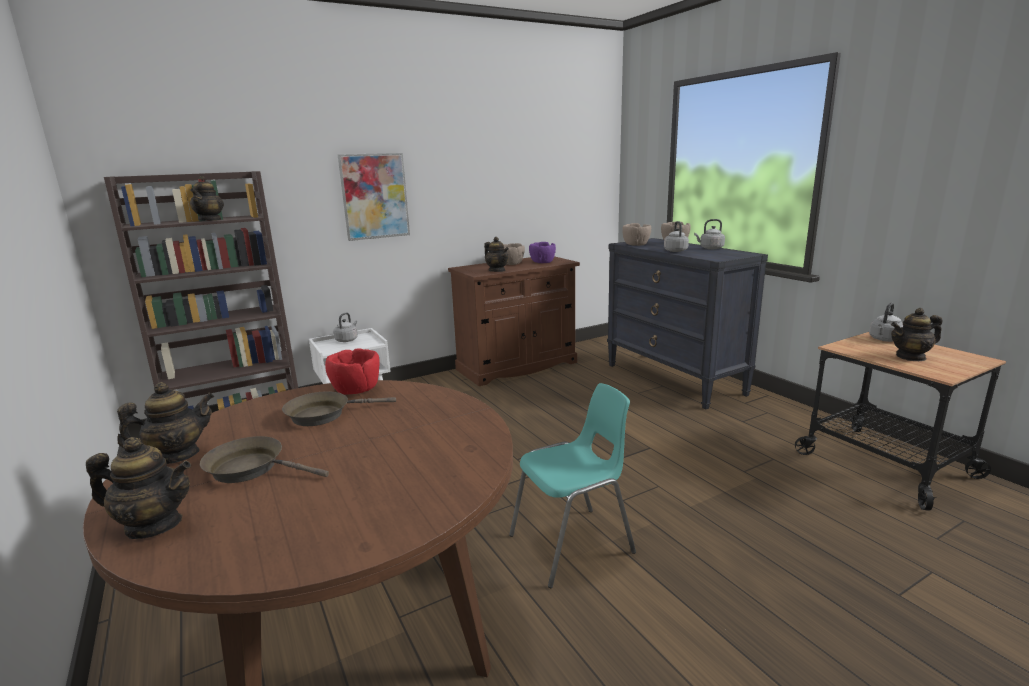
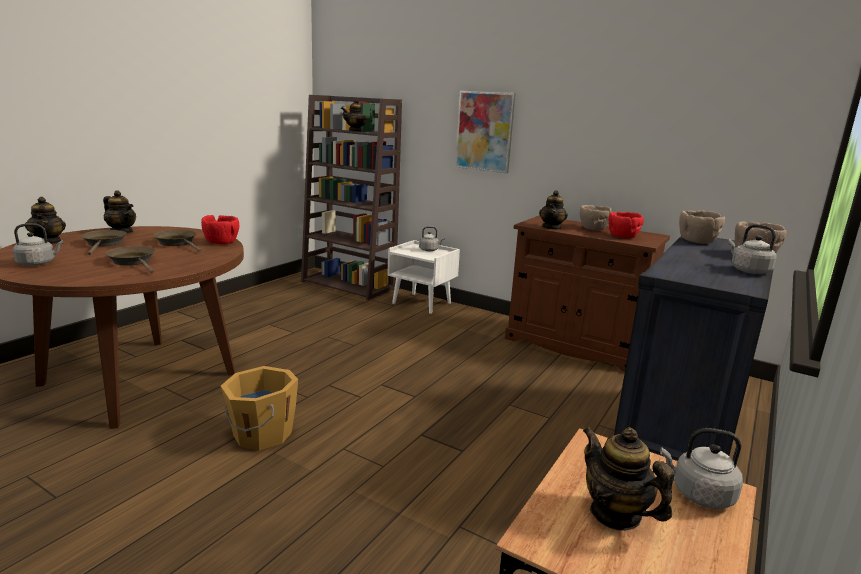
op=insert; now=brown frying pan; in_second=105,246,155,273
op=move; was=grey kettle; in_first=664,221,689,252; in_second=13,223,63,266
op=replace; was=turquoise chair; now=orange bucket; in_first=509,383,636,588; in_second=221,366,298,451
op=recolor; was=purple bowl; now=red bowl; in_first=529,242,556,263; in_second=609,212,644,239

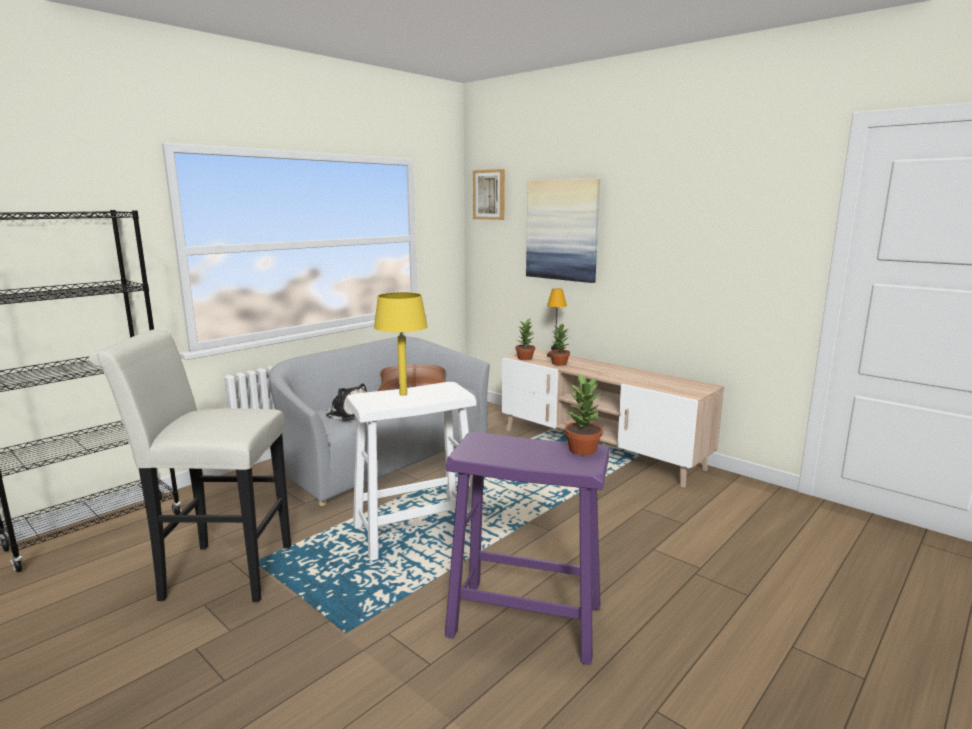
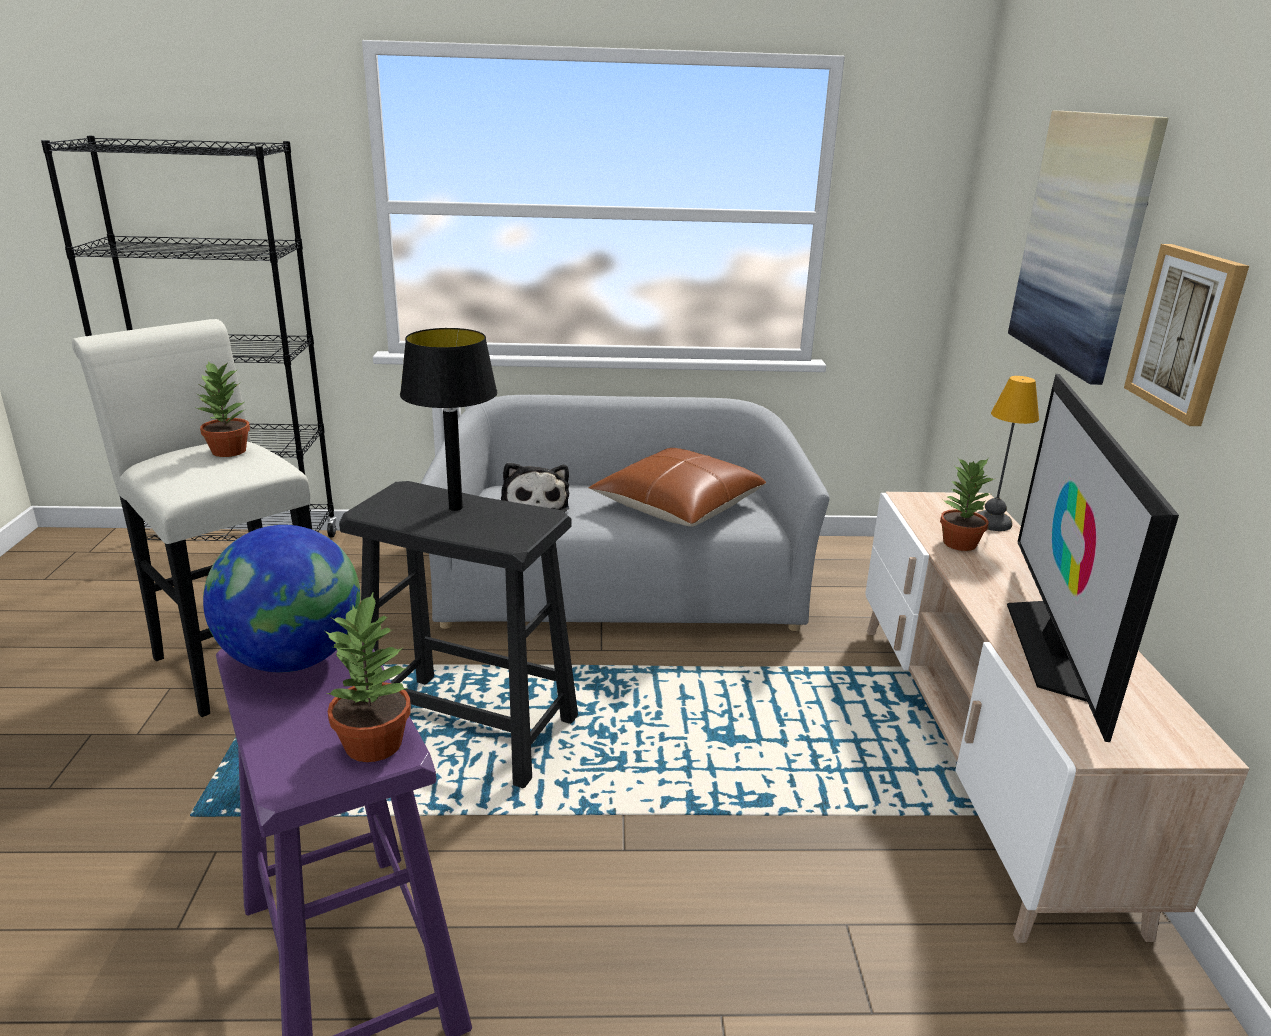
op=insert; now=globe; in_second=203,525,361,672
op=insert; now=television; in_second=1007,374,1179,742
op=move; was=picture; in_first=473,169,505,220; in_second=1124,244,1249,426
op=move; was=potted plant; in_first=516,318,535,360; in_second=197,361,250,457
op=recolor; was=white stool; now=black stool; in_first=346,382,476,561; in_second=339,481,578,788
op=recolor; was=yellow table lamp; now=black table lamp; in_first=374,292,428,396; in_second=400,328,497,511

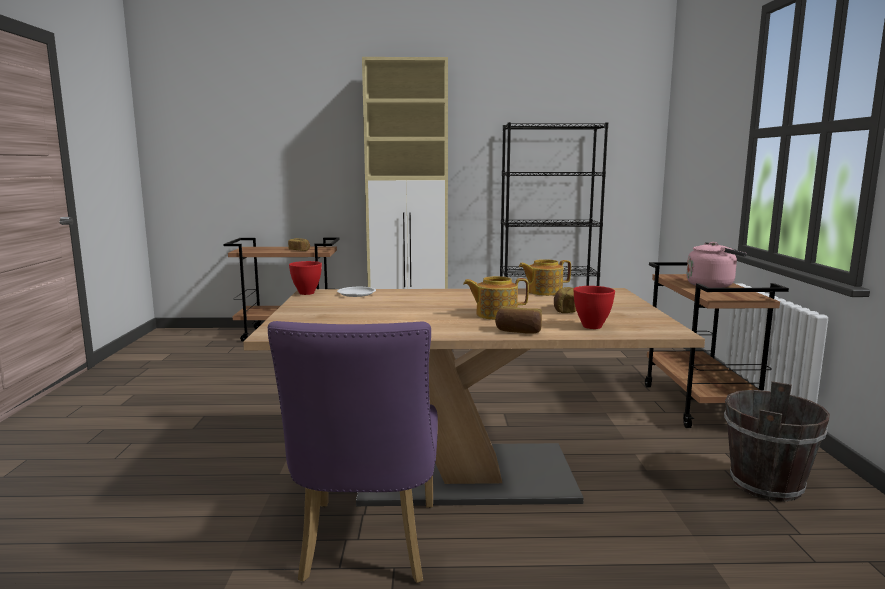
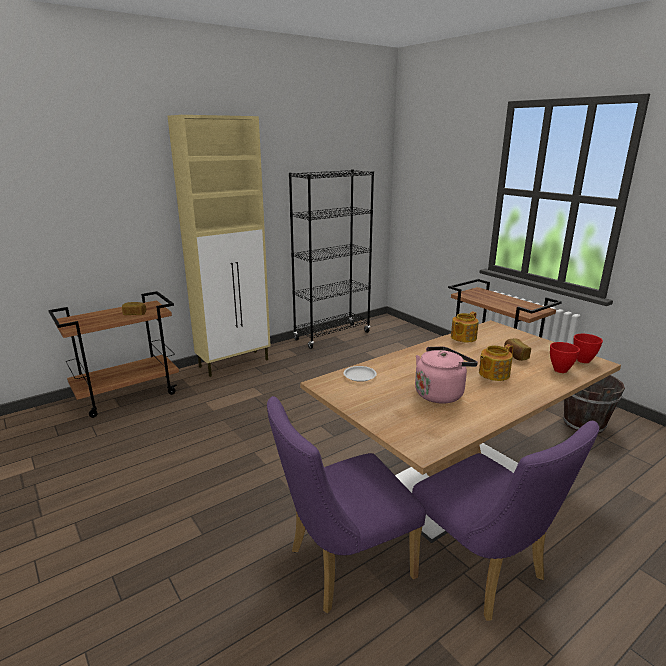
op=delete; was=bread; in_first=495,306,542,334
op=insert; now=purple chair; in_second=267,396,426,613
op=move; was=red bowl; in_first=289,261,322,295; in_second=573,334,603,363
op=move; was=pink kettle; in_first=686,242,747,288; in_second=415,346,478,404

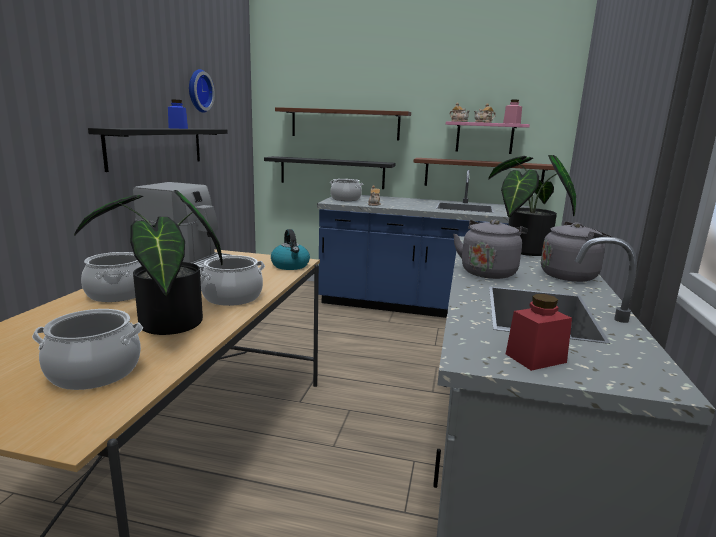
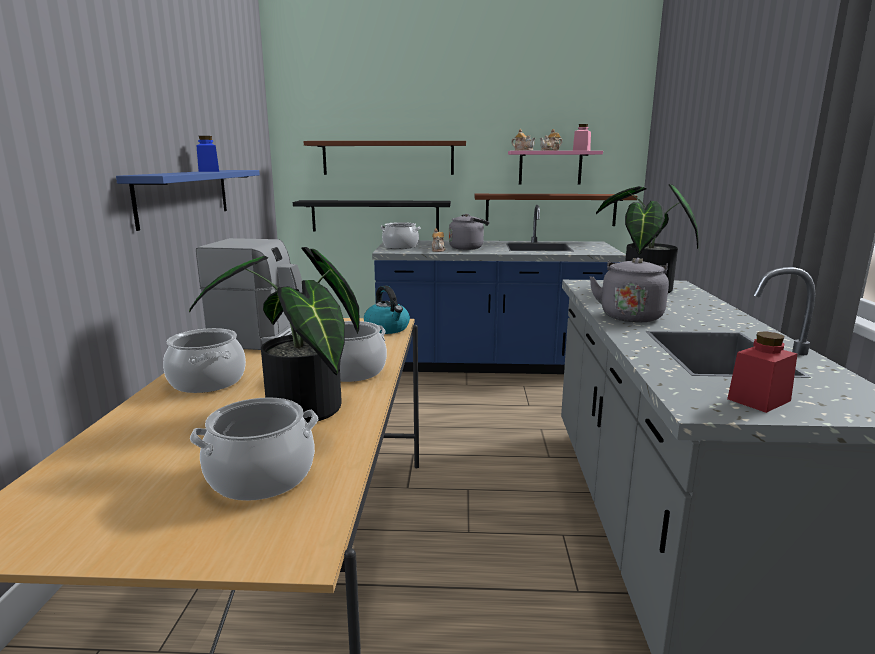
op=delete; was=wall clock; in_first=189,69,215,113
op=move; was=grey kettle; in_first=541,221,612,282; in_second=449,214,489,250
op=recolor; was=black shelf; now=blue shelf; in_first=88,128,228,172; in_second=116,170,260,231

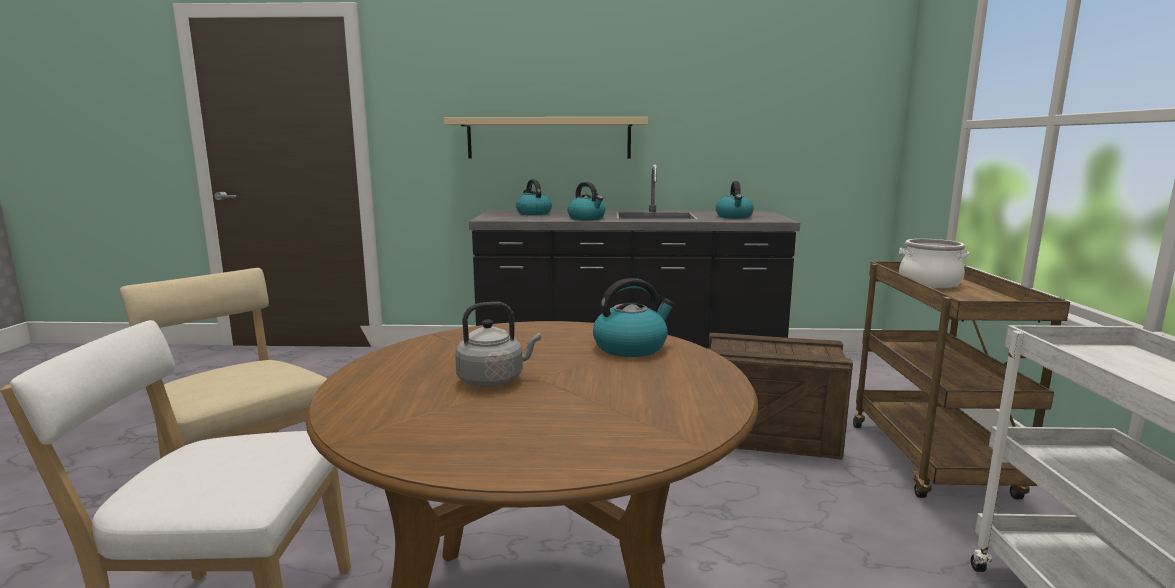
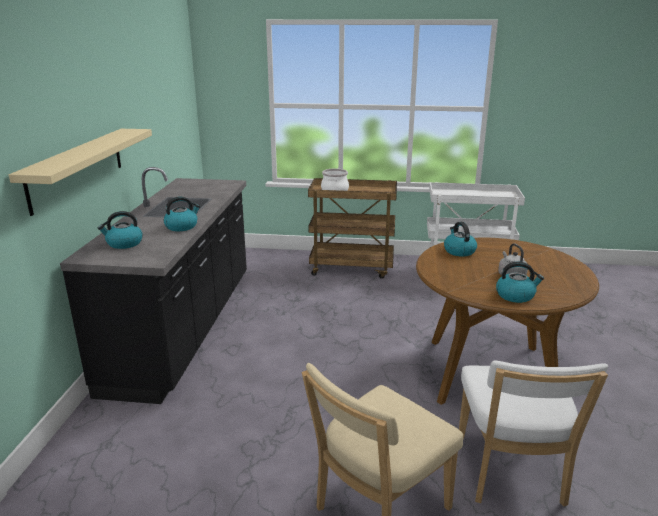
op=delete; was=crate; in_first=708,333,853,460
op=move; was=kettle; in_first=716,181,754,219; in_second=496,262,544,303

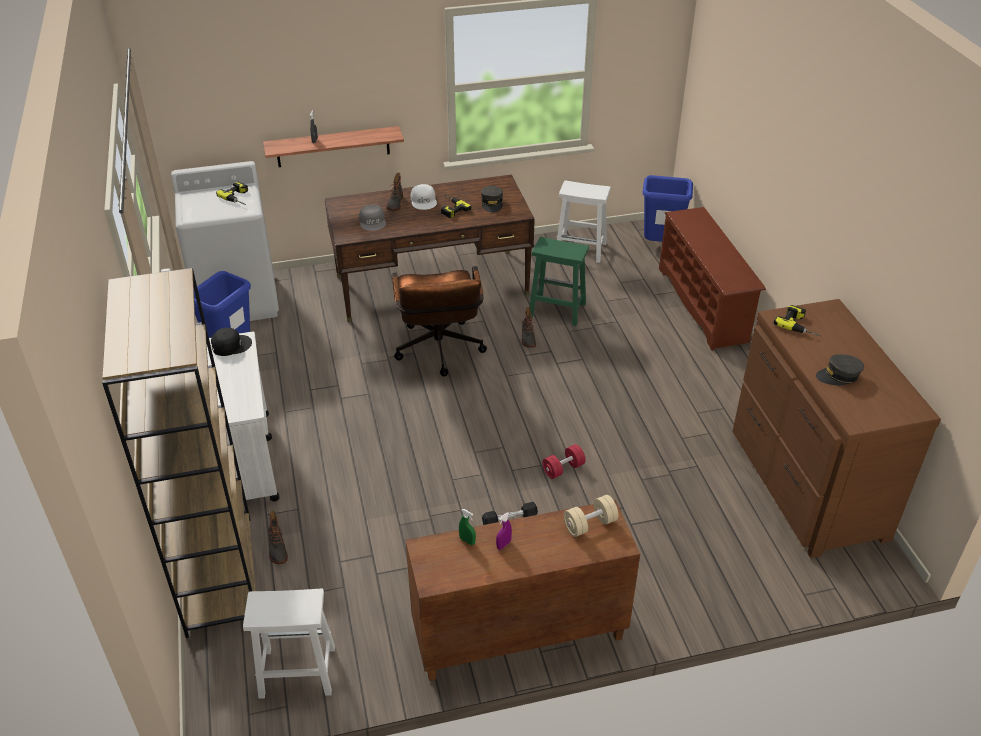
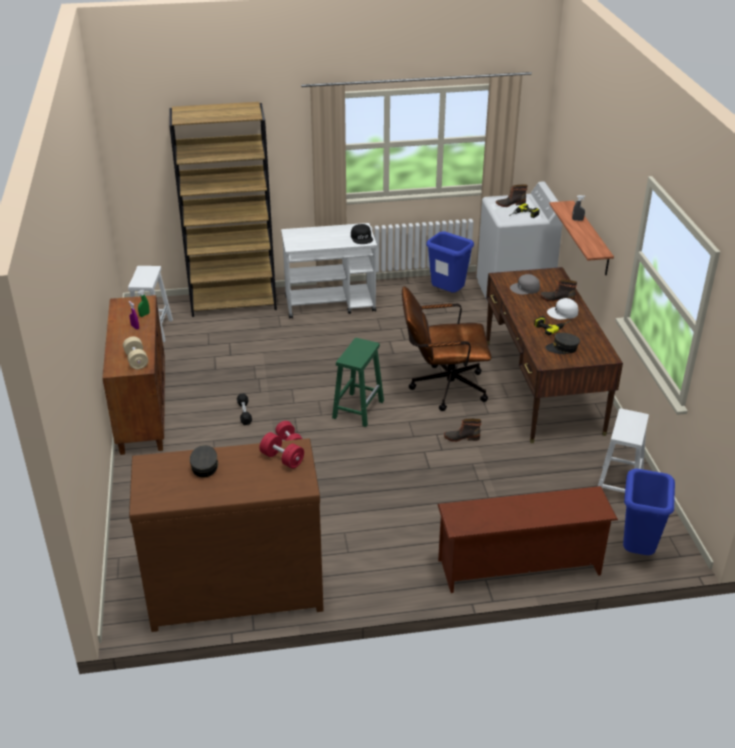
op=move; was=boot; in_first=268,511,288,564; in_second=496,184,528,207
op=move; was=green stool; in_first=529,237,589,326; in_second=332,338,384,427
op=replace; was=power drill; now=red dumbbell; in_first=774,305,821,336; in_second=259,432,304,469

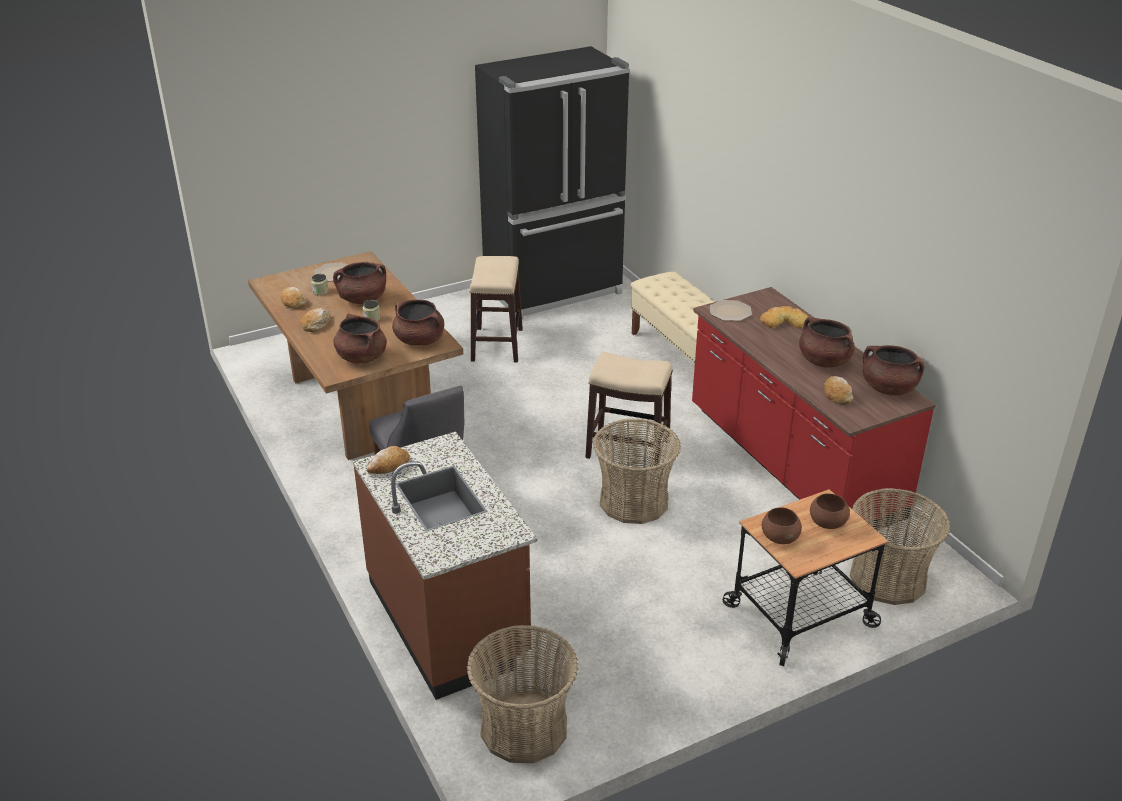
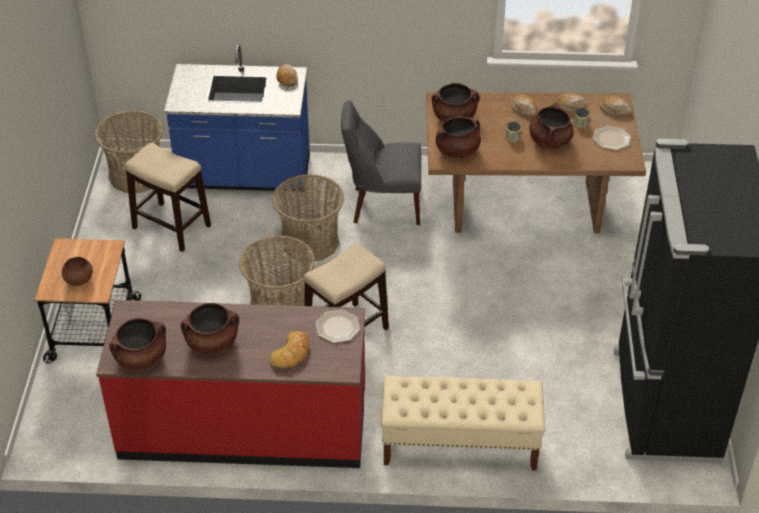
op=delete; was=brown bowl; in_first=762,507,802,544
op=move; was=stool; in_first=470,256,523,362; in_second=125,143,211,252
op=move; was=bread; in_first=824,376,853,405; in_second=600,96,633,115
op=move; was=basket; in_first=850,488,950,605; in_second=272,174,344,262
op=recolor; was=brown counter; now=blue counter; in_first=353,431,537,700; in_second=164,44,310,192

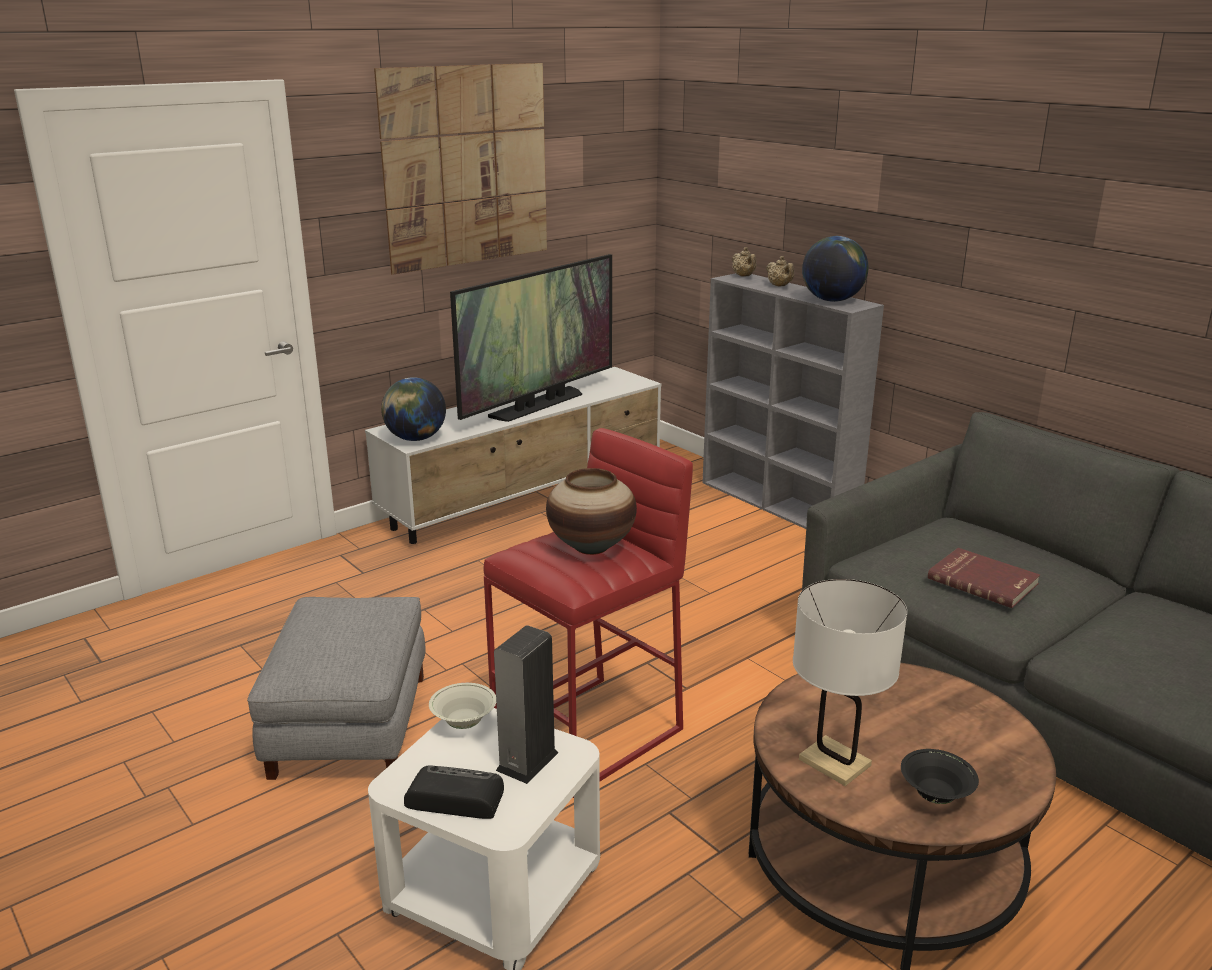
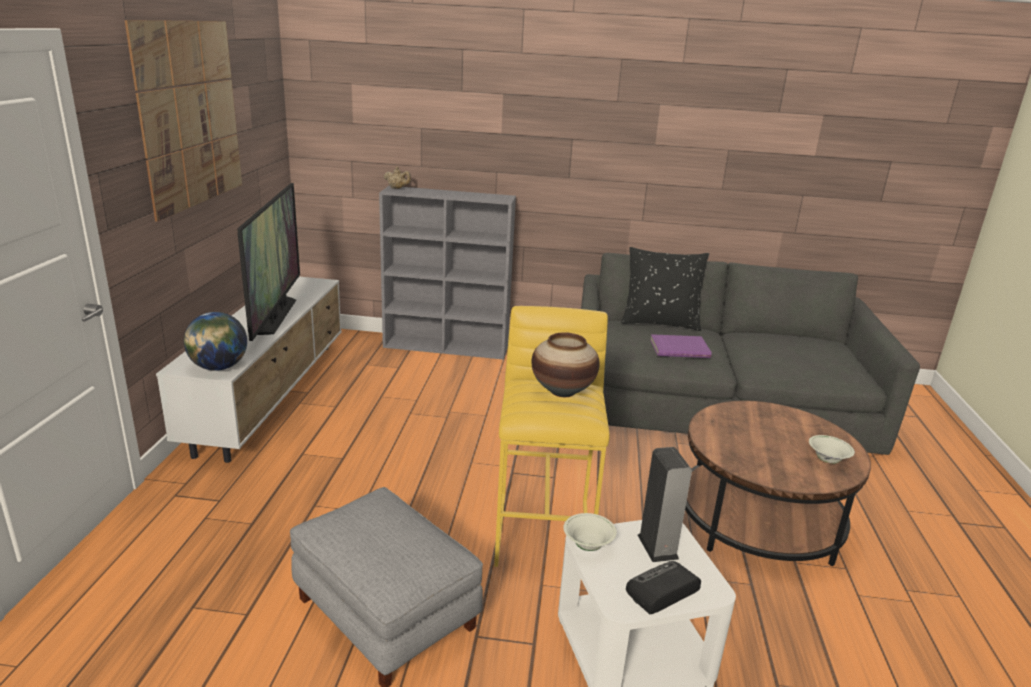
op=delete; was=beige teapot; in_first=766,256,794,287
op=delete; was=white table lamp; in_first=793,579,907,786
op=delete; was=globe; in_first=802,236,868,302
op=insert; now=black pillow; in_second=621,247,709,331
op=recolor; was=red stool; now=yellow stool; in_first=484,428,693,798; in_second=494,306,610,567
op=recolor; was=black bowl; now=white bowl; in_first=901,749,979,804; in_second=809,435,855,464
op=recolor; was=red book; now=purple book; in_first=928,548,1040,608; in_second=650,334,712,358

